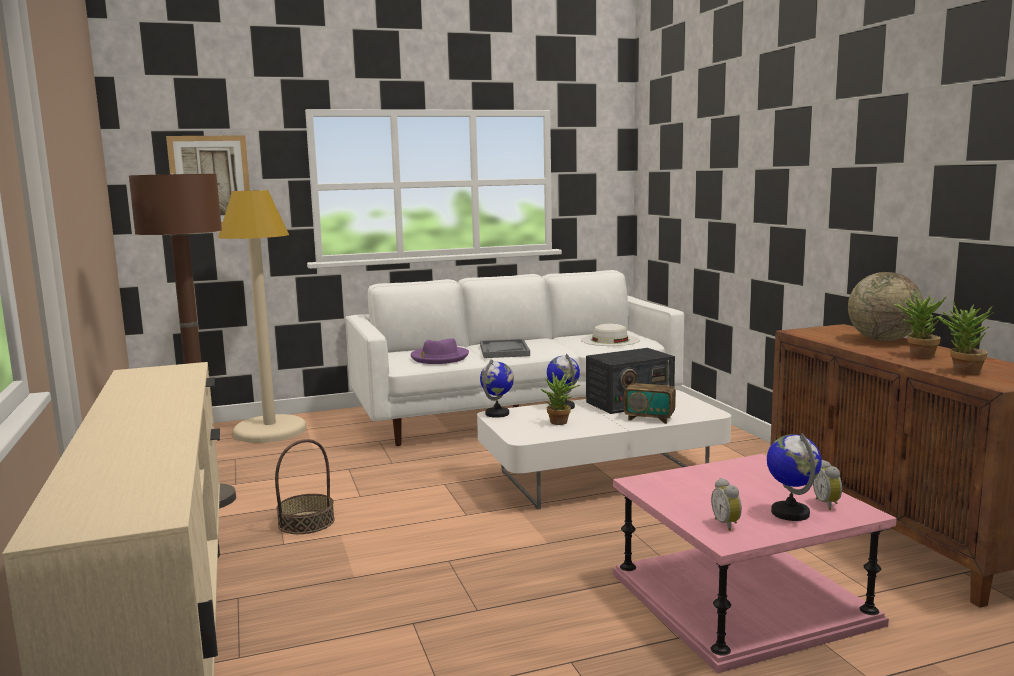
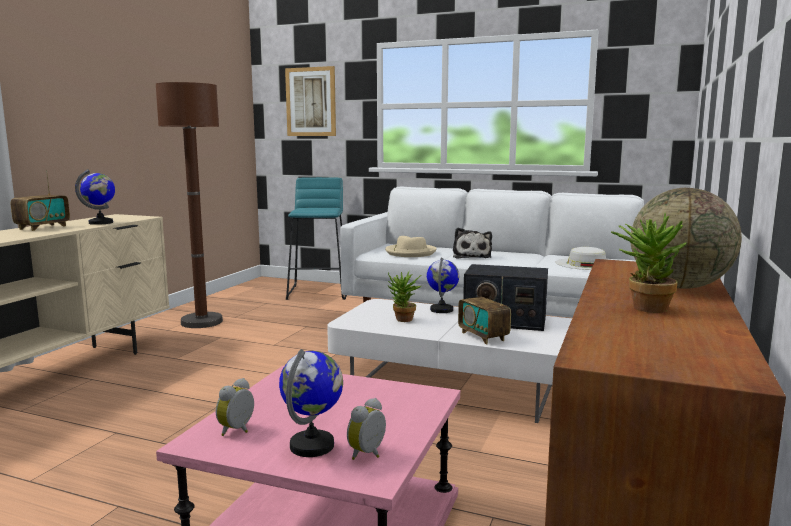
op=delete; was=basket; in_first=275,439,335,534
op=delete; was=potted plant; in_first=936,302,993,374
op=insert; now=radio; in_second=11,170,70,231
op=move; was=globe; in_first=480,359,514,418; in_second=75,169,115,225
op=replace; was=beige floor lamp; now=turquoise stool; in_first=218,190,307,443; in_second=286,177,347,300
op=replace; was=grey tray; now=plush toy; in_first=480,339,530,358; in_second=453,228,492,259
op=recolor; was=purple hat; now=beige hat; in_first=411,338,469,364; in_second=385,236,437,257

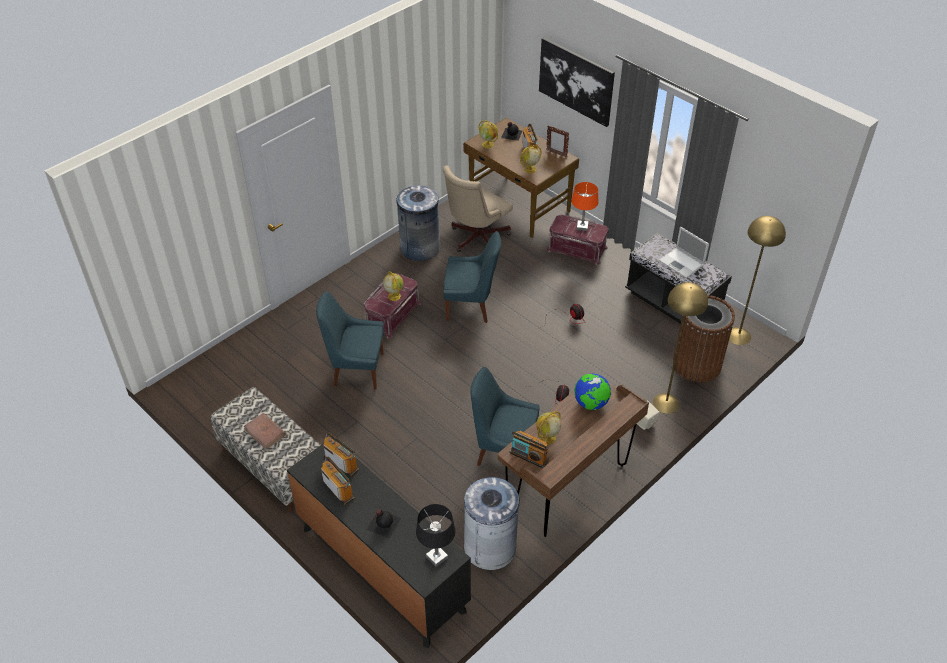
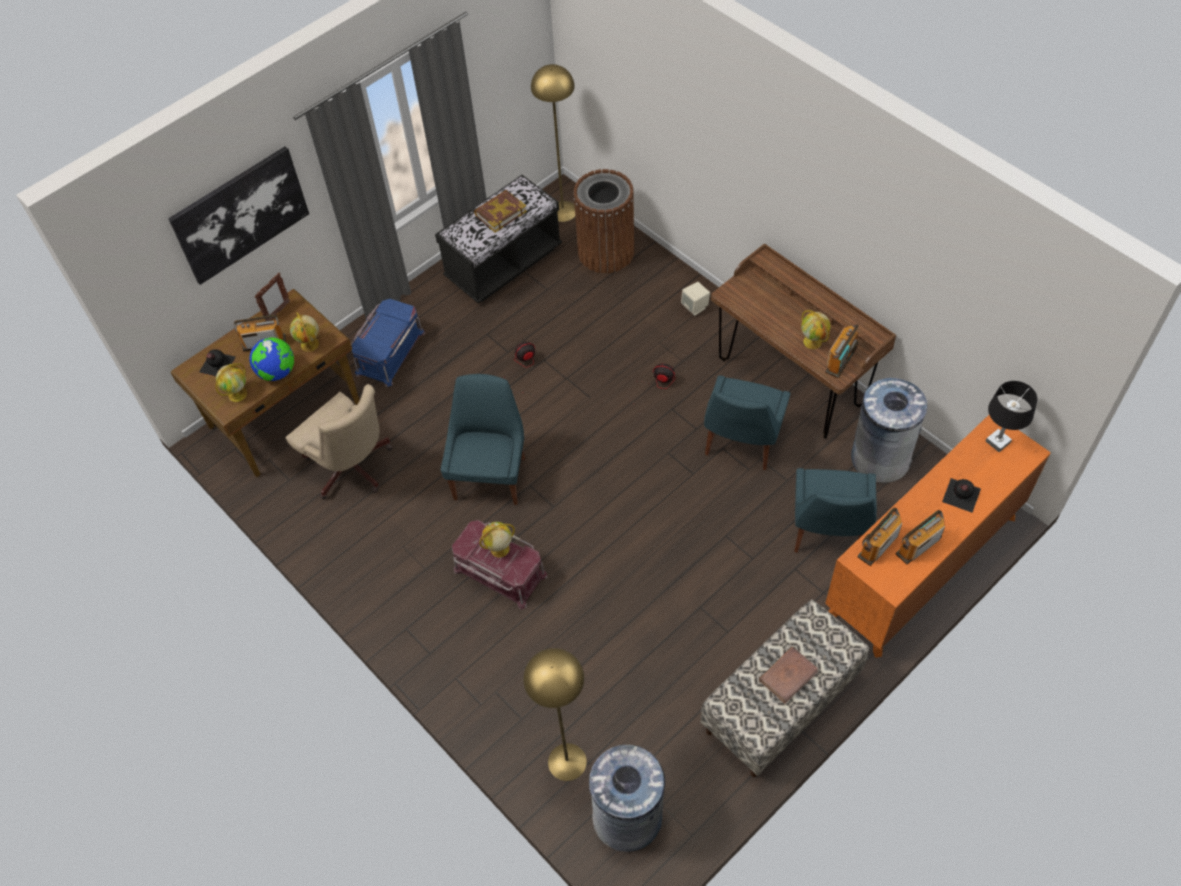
op=delete; was=orange table lamp; in_first=572,182,598,231
op=move; was=blue chair; in_first=316,291,384,389; in_second=794,468,877,553
op=move; was=grey trash can; in_first=396,185,440,261; in_second=589,745,665,852
op=move; was=globe; in_first=574,374,611,410; in_second=249,337,294,381
op=move; was=yellow floor lamp; in_first=653,282,708,414; in_second=523,648,587,781
op=replace; was=laptop; now=book; in_first=659,227,709,278; in_second=474,190,527,232
op=recolor; was=black dresser; now=orange dresser; in_first=287,437,471,648; in_second=825,415,1051,658
op=recolor; was=red storage box; now=blue storage box; in_first=547,214,609,265; in_second=351,299,425,387

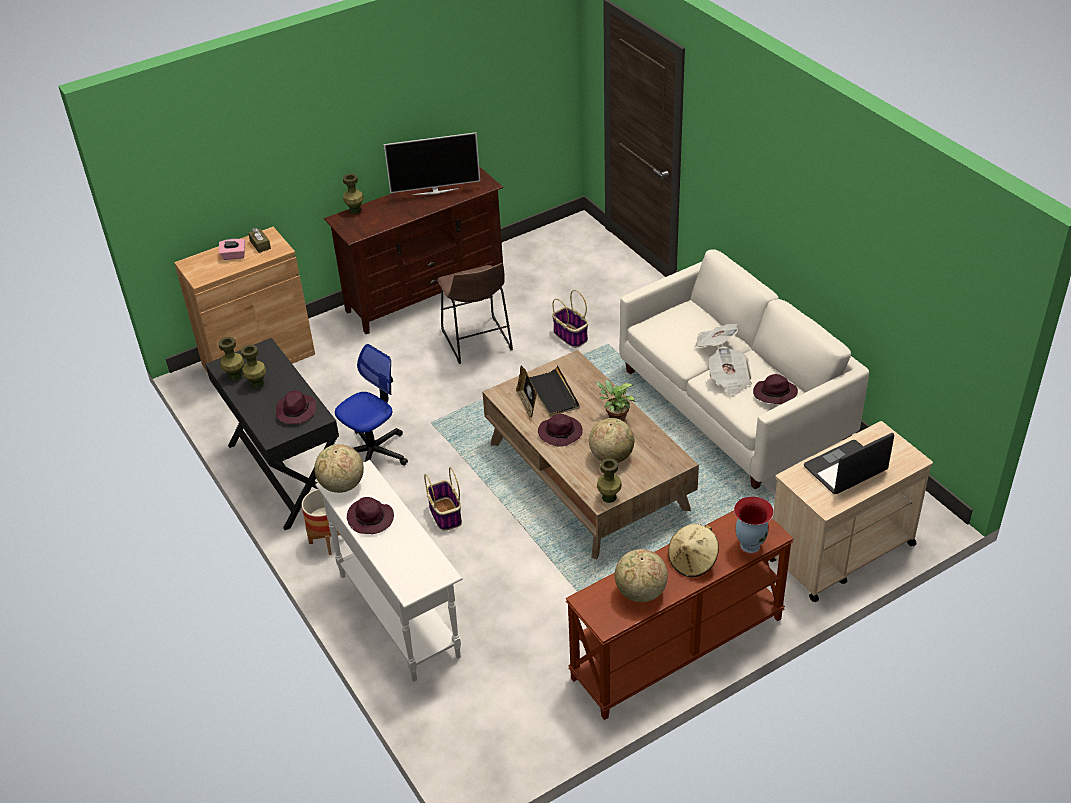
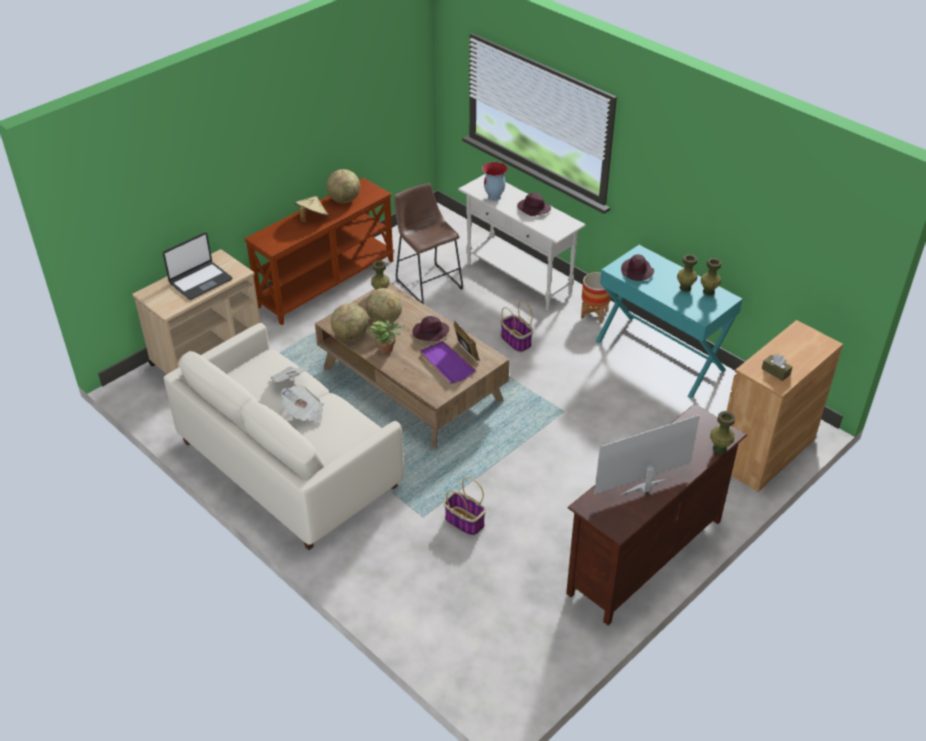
op=delete; was=pink tissue box; in_first=219,239,245,260
op=delete; was=office chair; in_first=335,344,408,466
op=delete; was=purple hat; in_first=753,374,798,405
op=move; was=globe; in_first=314,444,364,493; in_second=331,303,368,341
op=move; was=brown stool; in_first=437,263,513,364; in_second=394,183,463,304
op=move; was=vase; in_first=734,496,774,553; in_second=482,162,508,201
op=recolor; was=black desk; now=turquoise desk; in_first=205,338,339,530; in_second=596,245,743,399
op=recolor; was=black tray; now=purple tray; in_first=529,366,580,417; in_second=420,341,476,384

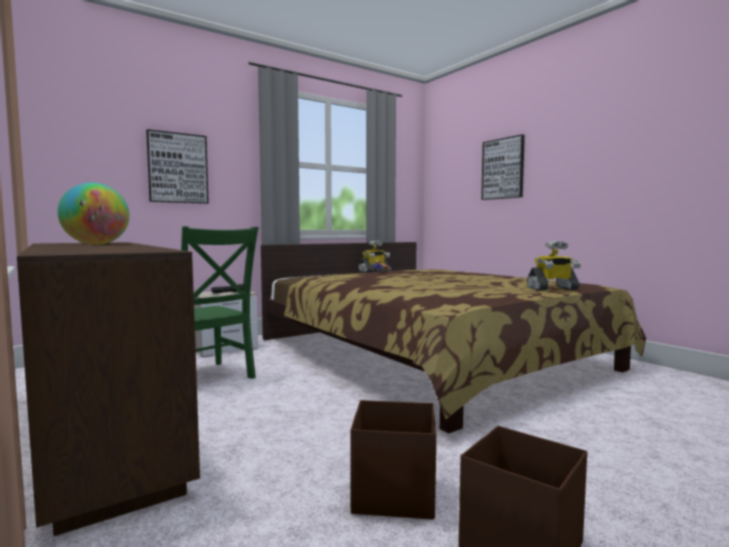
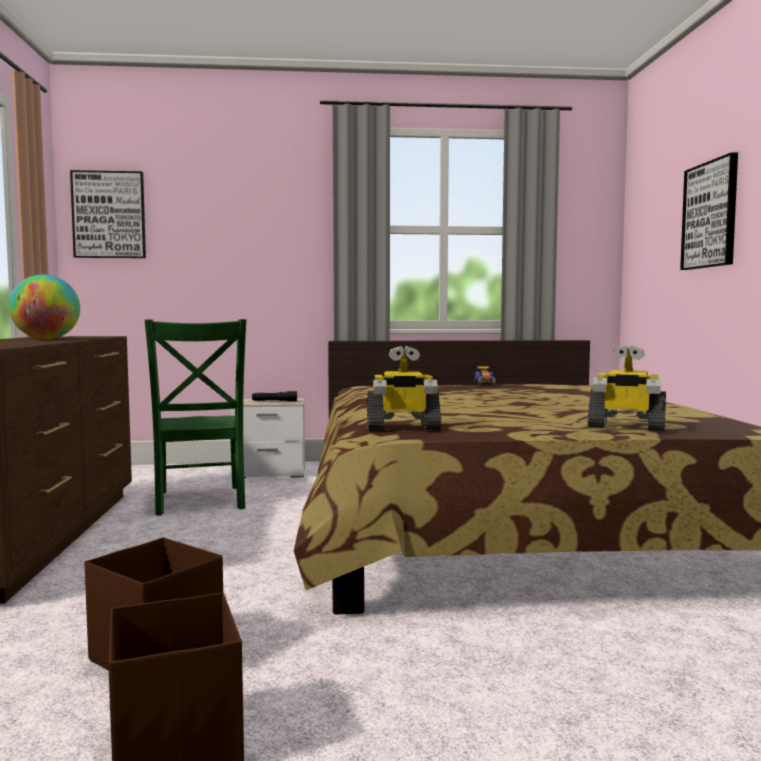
op=move; was=picture; in_first=146,129,209,204; in_second=70,170,146,258
op=move; was=toy robot; in_first=358,241,390,272; in_second=367,346,441,431

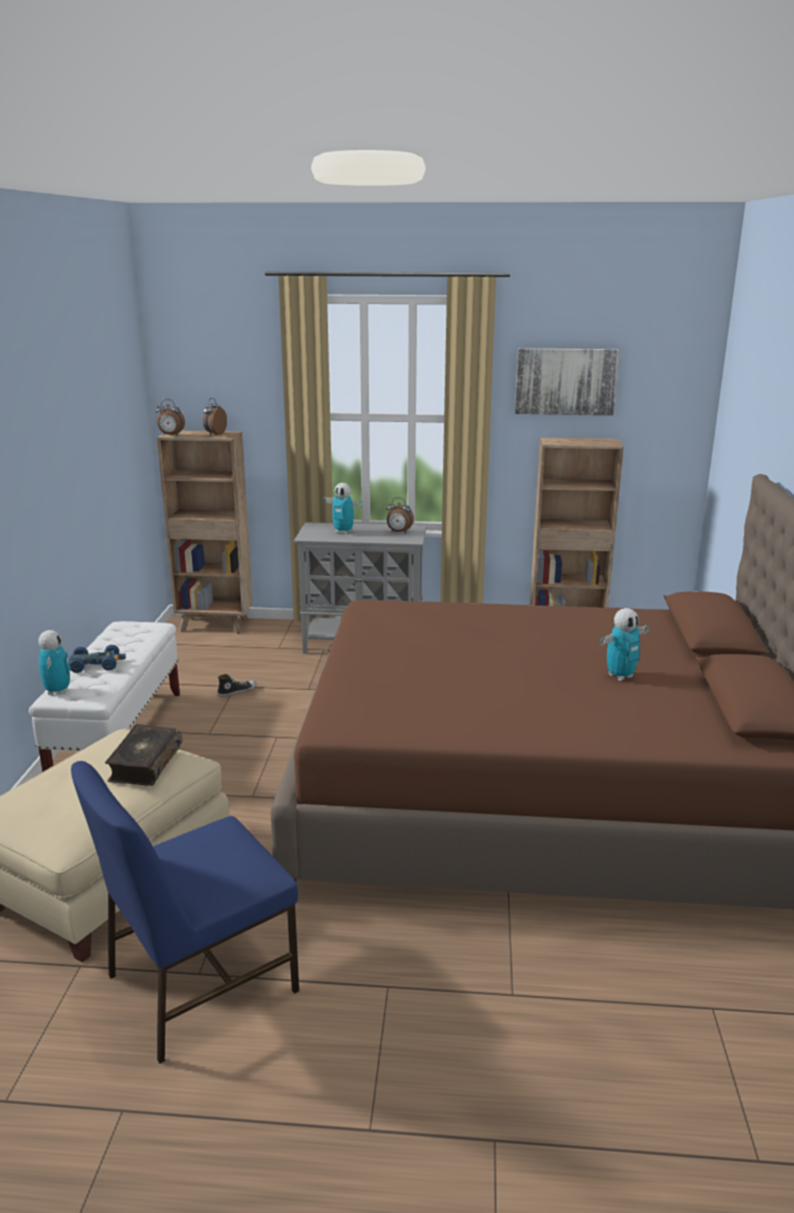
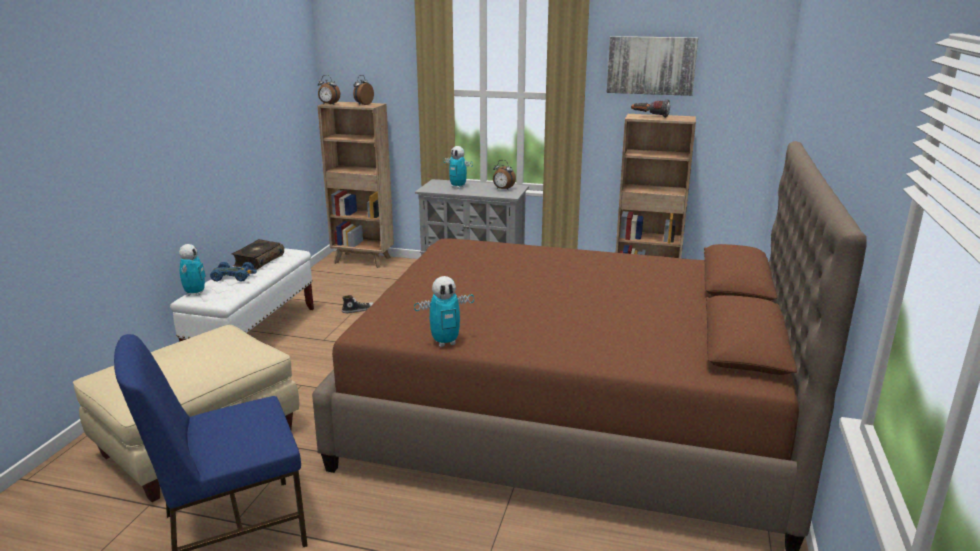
op=insert; now=flashlight; in_second=631,99,670,118
op=move; was=book; in_first=105,724,182,786; in_second=232,239,284,269
op=move; was=toy robot; in_first=600,608,648,681; in_second=414,276,474,347

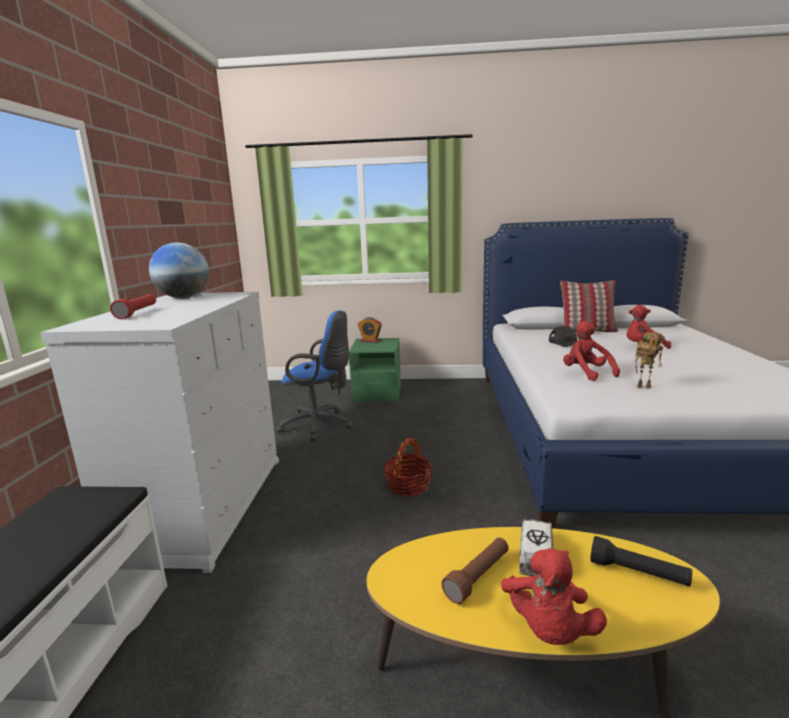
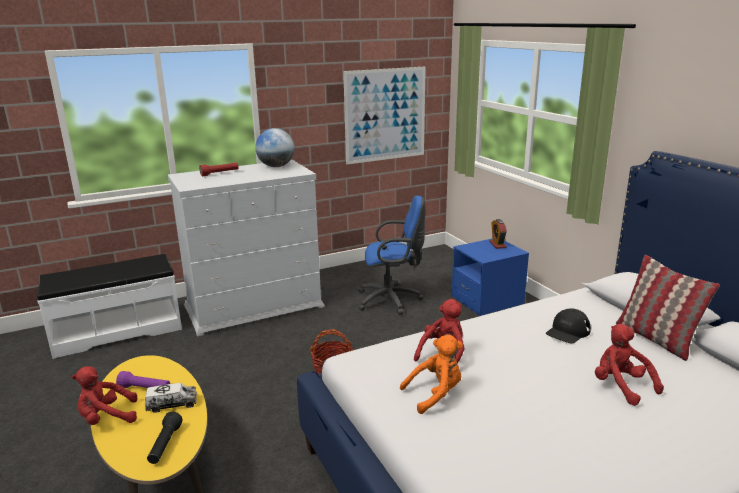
op=insert; now=picture; in_second=343,67,426,164
op=replace; was=toy robot; now=orange plush toy; in_first=635,332,665,389; in_second=400,335,463,414
op=recolor; was=green nightstand; now=blue nightstand; in_first=349,338,401,402; in_second=452,239,529,316
op=recolor; was=brown flashlight; now=purple flashlight; in_first=441,537,509,604; in_second=116,371,170,388
op=rotate; was=blue office chair; in_first=276,310,353,441; in_second=358,196,426,315; clockwise=-75

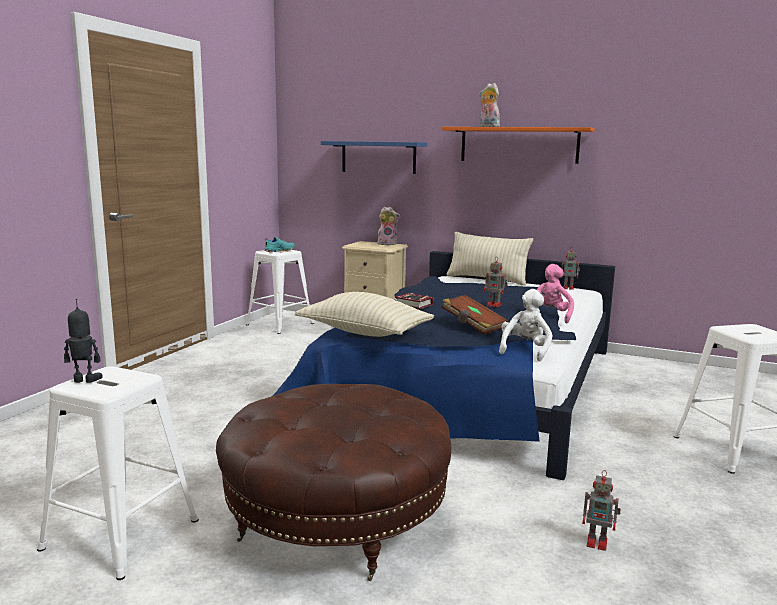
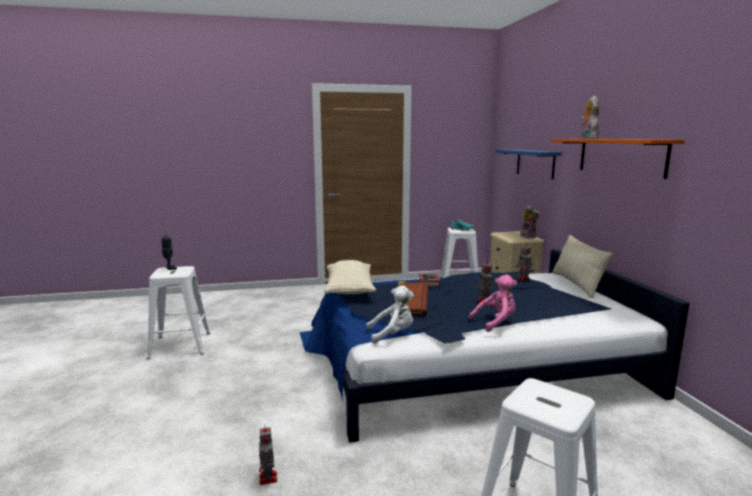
op=delete; was=brown ottoman; in_first=216,384,451,581
op=move; was=toy robot; in_first=562,248,580,290; in_second=516,242,533,281

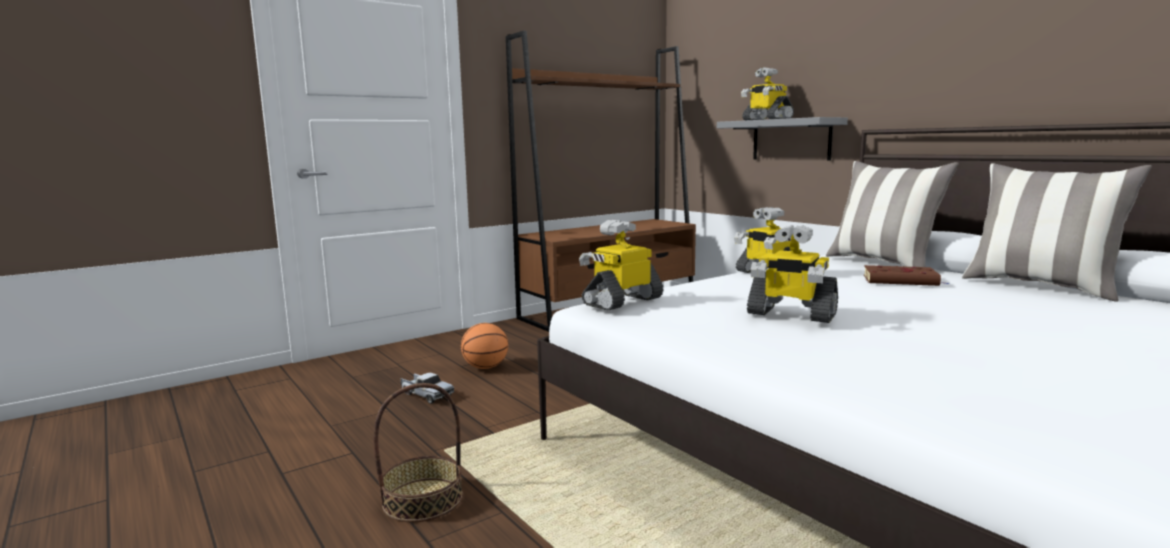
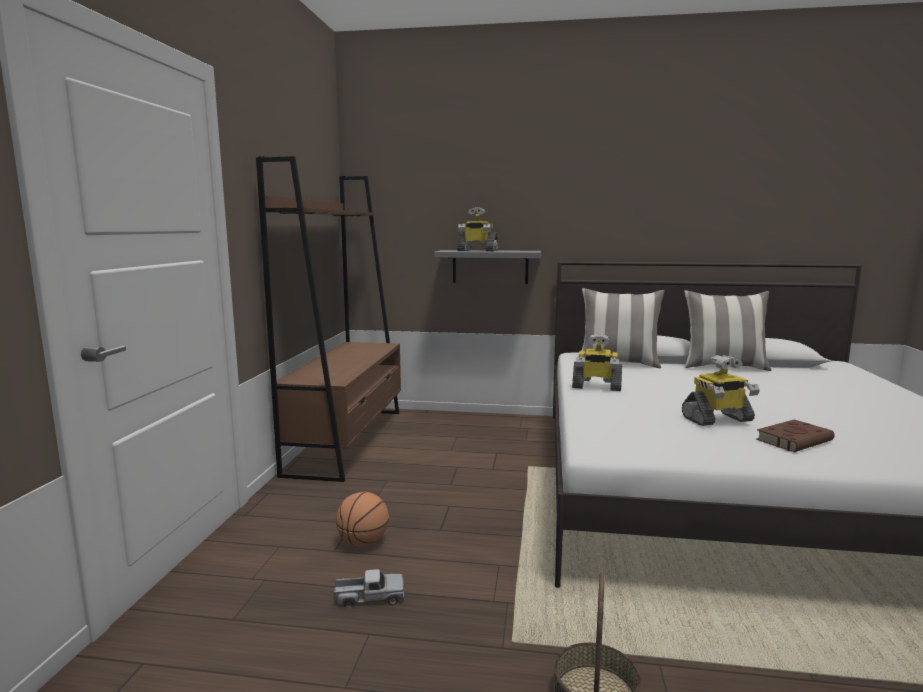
op=delete; was=toy robot; in_first=579,220,664,310
op=move; was=brown book; in_first=864,265,948,286; in_second=756,419,835,452

